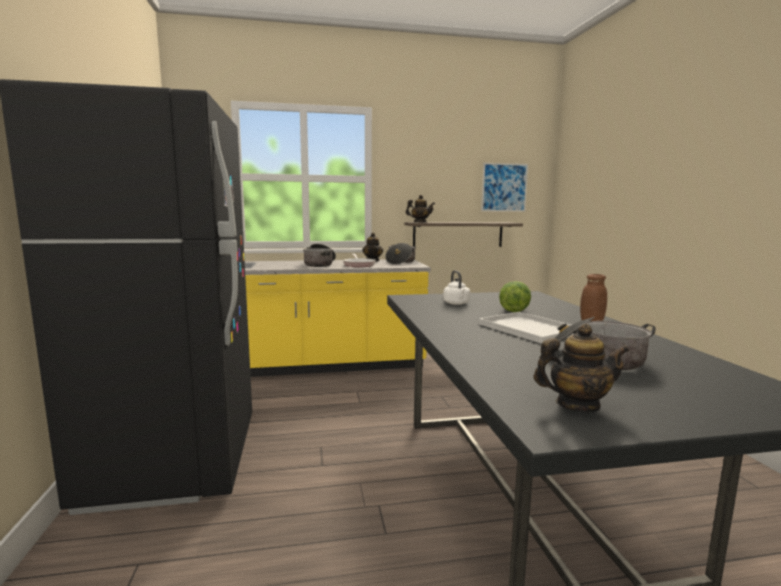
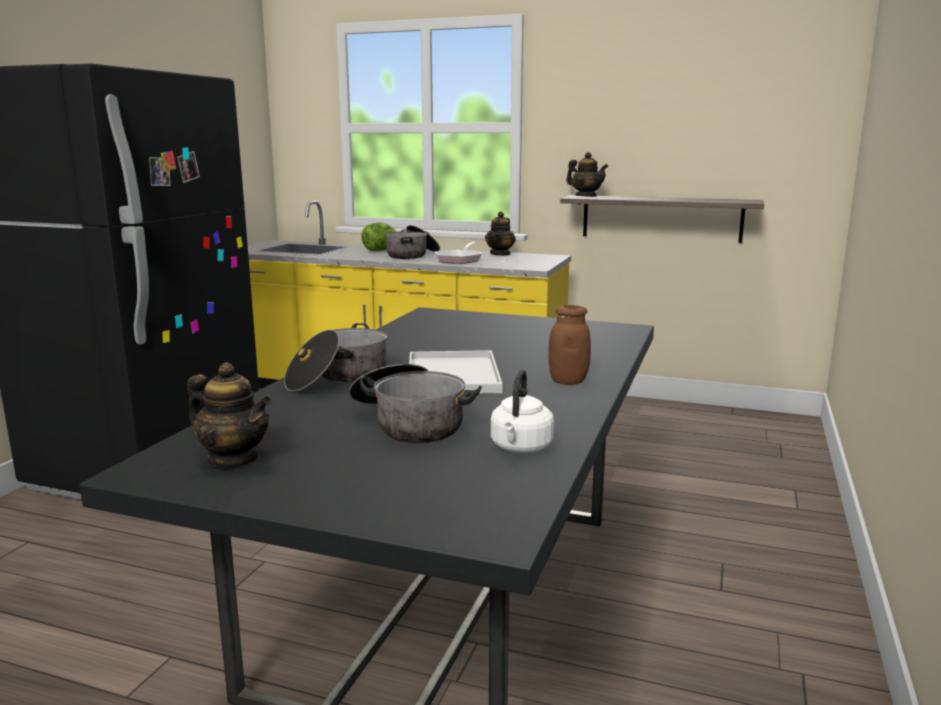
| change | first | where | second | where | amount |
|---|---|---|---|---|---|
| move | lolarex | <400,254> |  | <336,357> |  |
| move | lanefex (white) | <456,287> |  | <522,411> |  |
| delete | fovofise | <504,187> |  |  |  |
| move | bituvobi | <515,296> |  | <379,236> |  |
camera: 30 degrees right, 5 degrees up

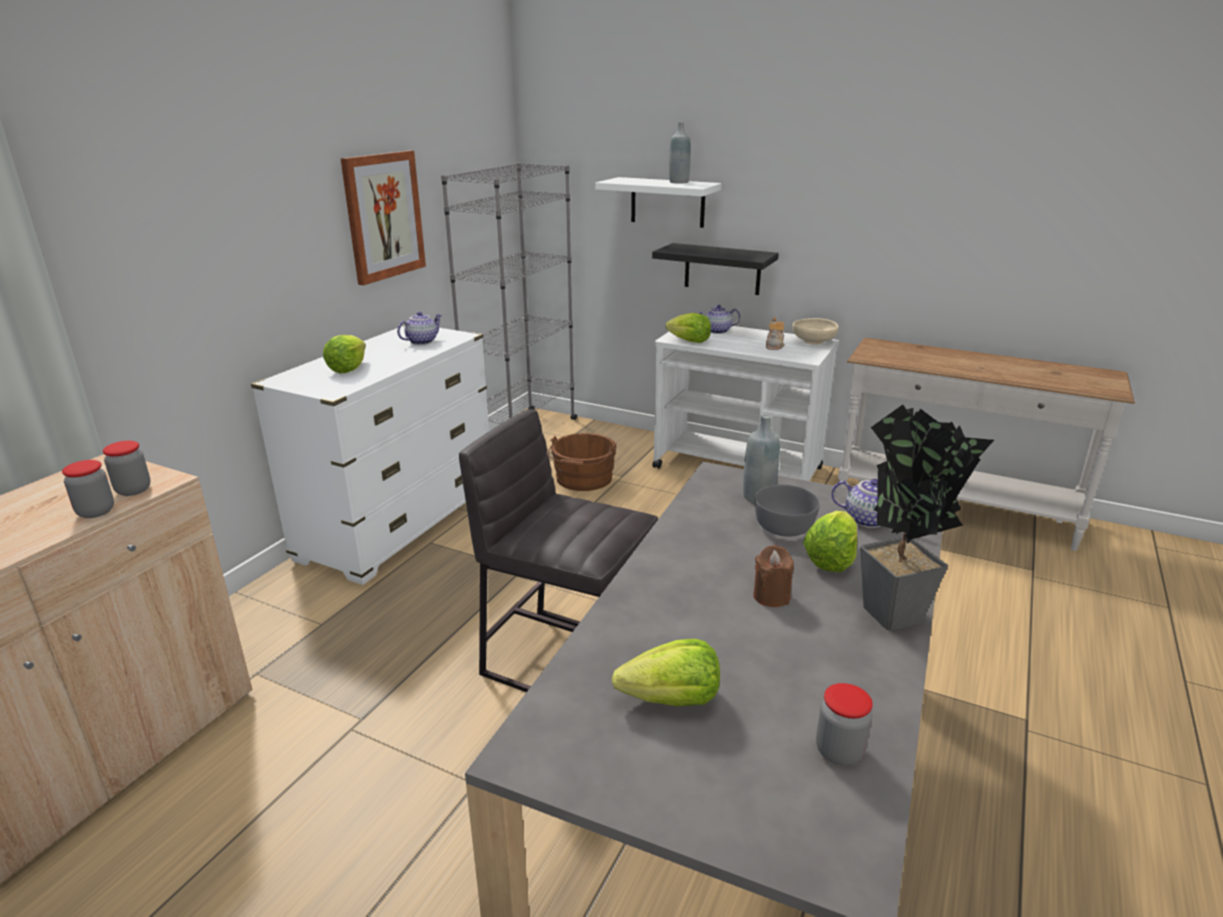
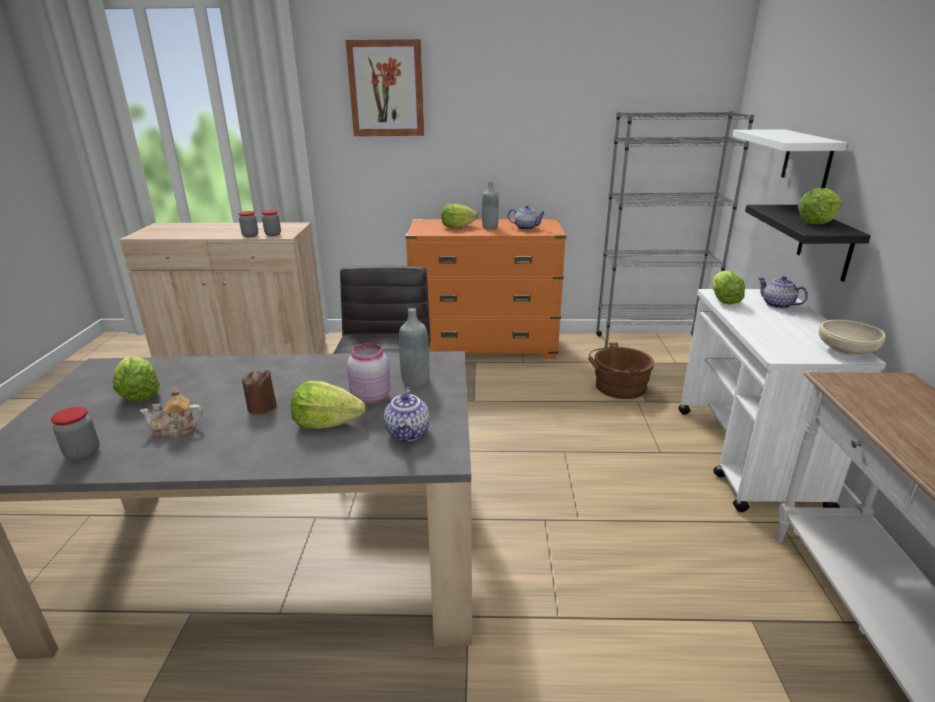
| change | first | where | second | where | amount |
|---|---|---|---|---|---|
| recolor | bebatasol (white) | <370,455> | bebatasol (orange) | <485,289> |  |
| move | fovofise | <383,218> |  | <385,87> |  |
| move | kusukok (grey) | <680,152> |  | <490,205> |  |
| replace | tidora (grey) | <787,511> | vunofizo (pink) | <369,373> |  |
| move | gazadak | <775,333> |  | <171,413> |  |
| delete | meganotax | <927,518> |  |  |  |
| insert |  |  | bituvobi | <820,206> |  |
camera: 65 degrees right, 0 degrees up

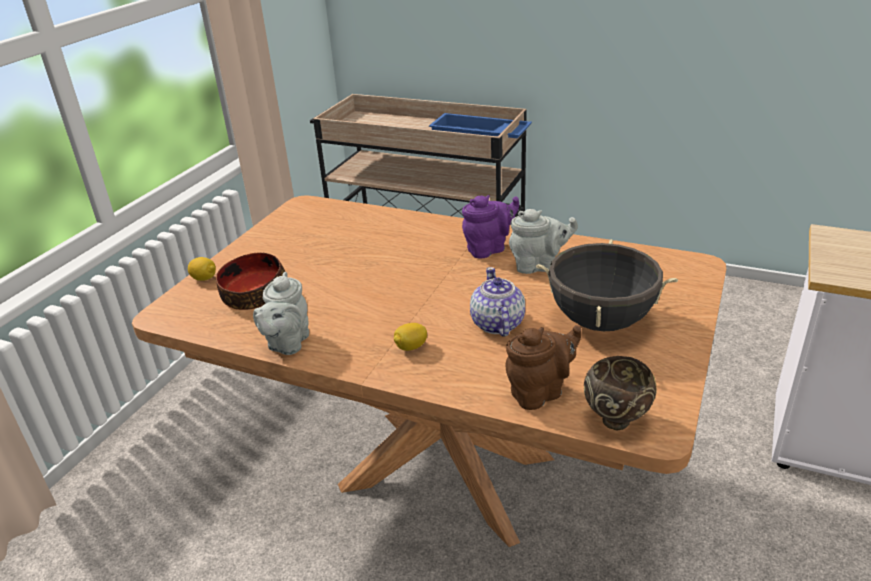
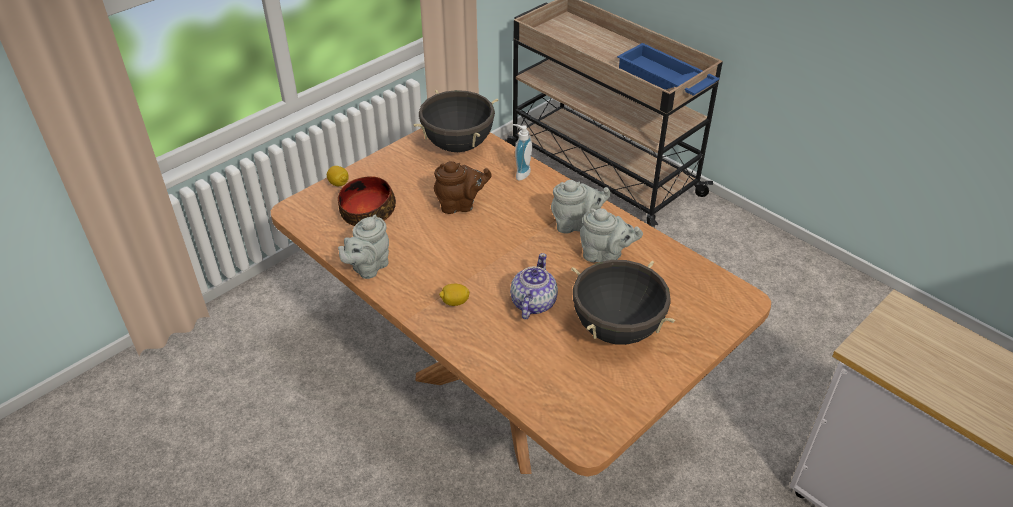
| change | first | where | second | where | amount |
|---|---|---|---|---|---|
| recolor | gazadak (purple) | <490,226> | gazadak (grey) | <581,206> |  |
| move | gazadak (brown) | <543,367> |  | <463,187> |  |
| delete | tidora (brown) | <620,393> |  |  |  |
| insert |  |  | lolarex (black) | <456,121> |  |
| insert |  |  | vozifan | <522,152> |  |
camera: 20 degrees right, 10 degrees up

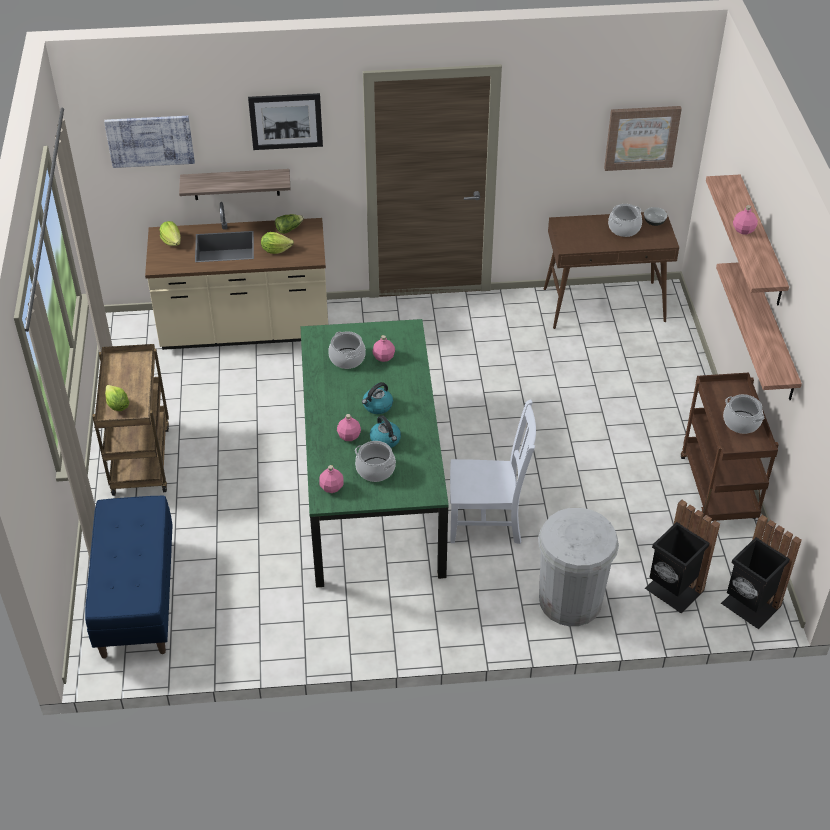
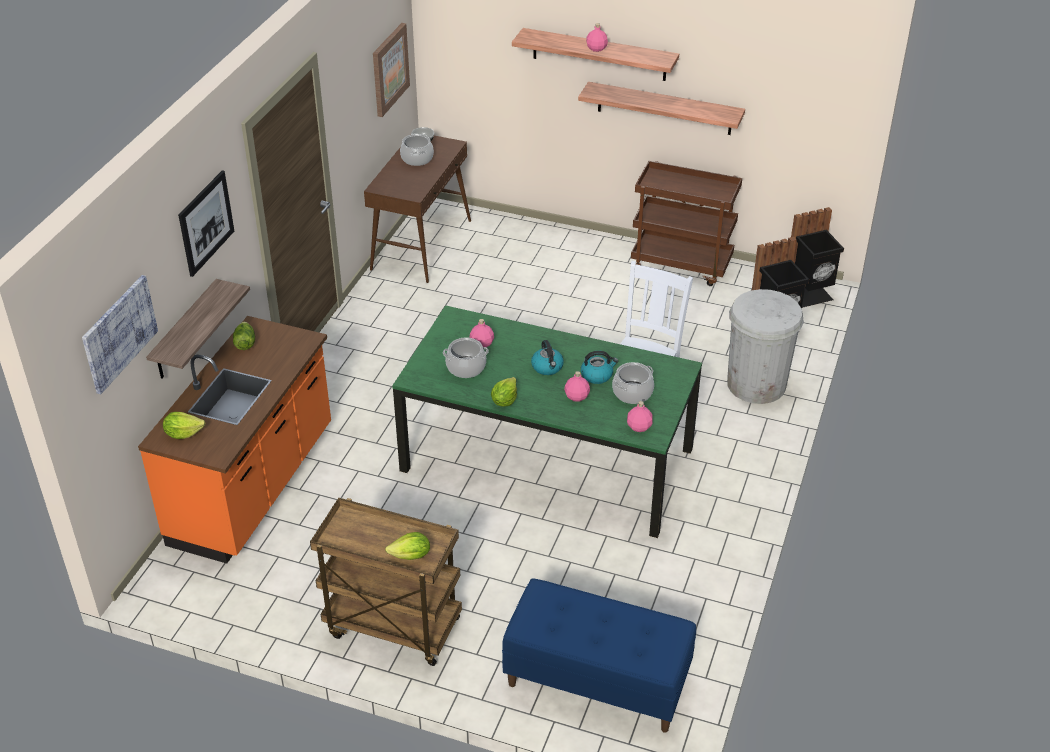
| change | first | where | second | where | amount |
|---|---|---|---|---|---|
| recolor | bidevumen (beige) | <236,276> | bidevumen (orange) | <234,440> |  |
| move | bituvobi | <277,243> |  | <504,392> |  |
| delete | lolarex | <743,414> |  |  |  |
camera: 65 degrees left, 5 degrees down

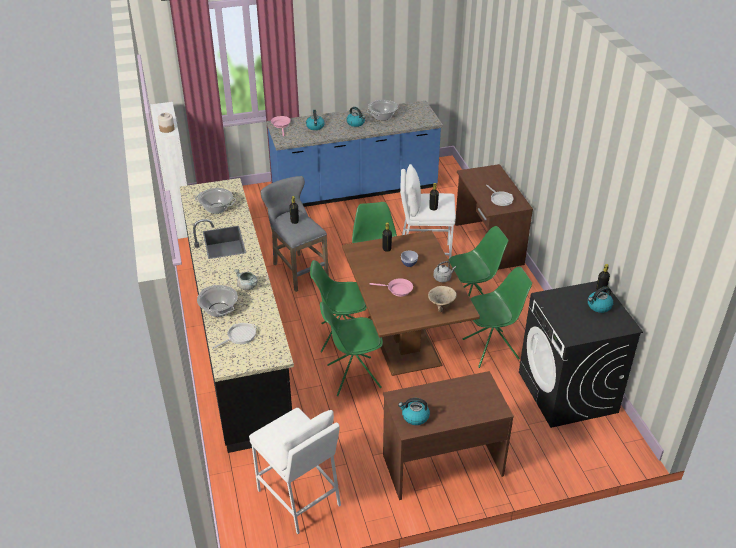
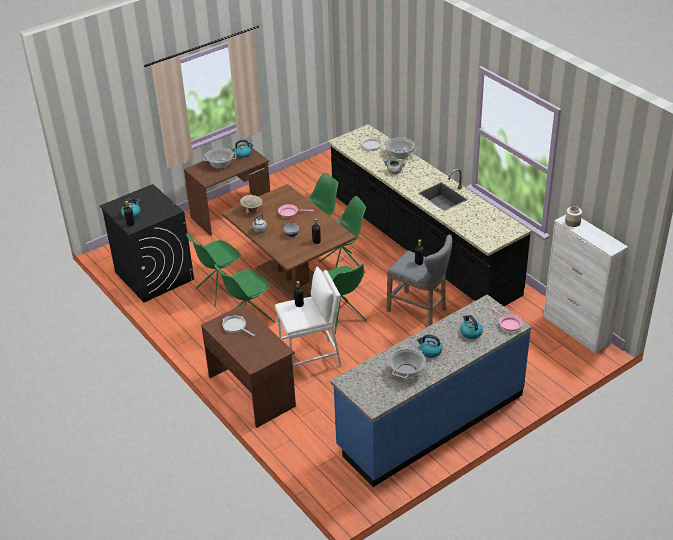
| change | first | where | second | where | amount |
|---|---|---|---|---|---|
| move | lolarex | <215,201> |  | <219,158> |  |
| delete | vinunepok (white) | <295,471> |  |  |  |
camera: 160 degrees right, 0 degrees up

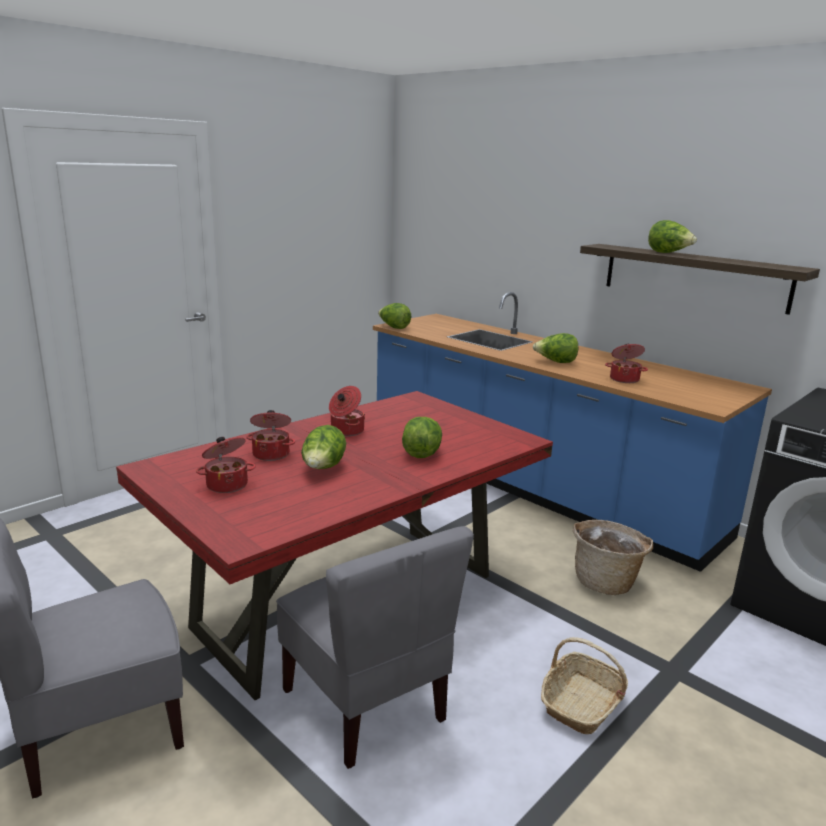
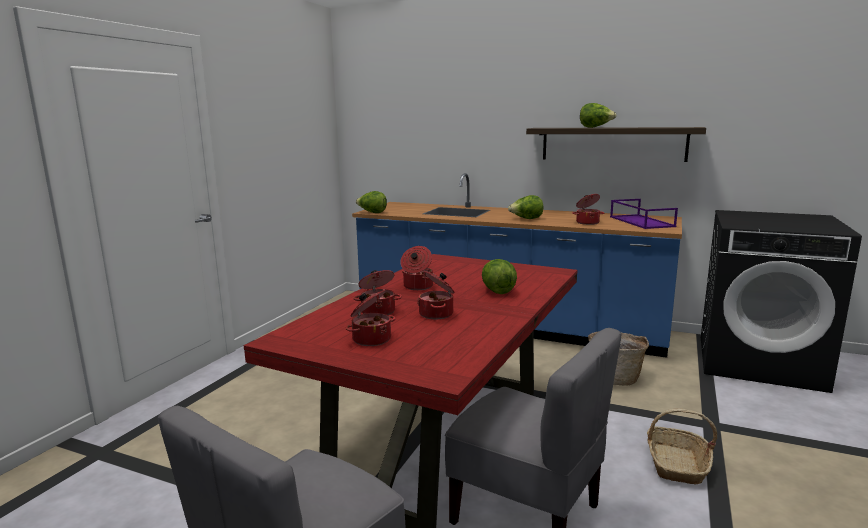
| change | first | where | second | where | amount |
|---|---|---|---|---|---|
| replace | bituvobi | <323,447> | lolarex | <436,295> |  |
| insert |  |  | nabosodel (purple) | <644,214> |  |
camera: 20 degrees left, 5 degrees down

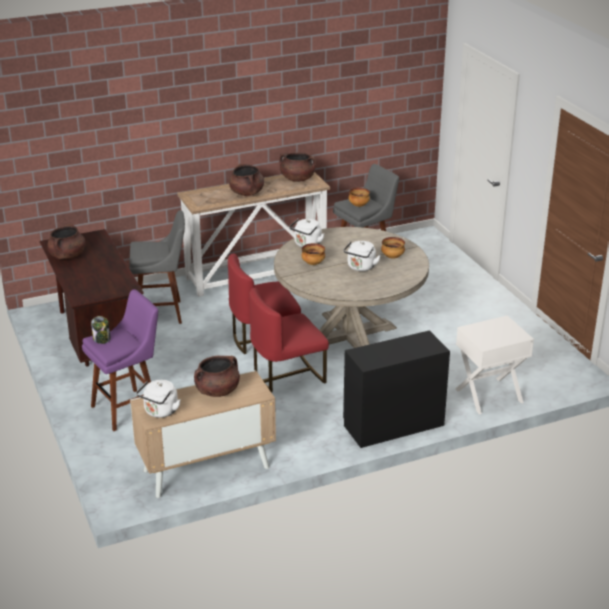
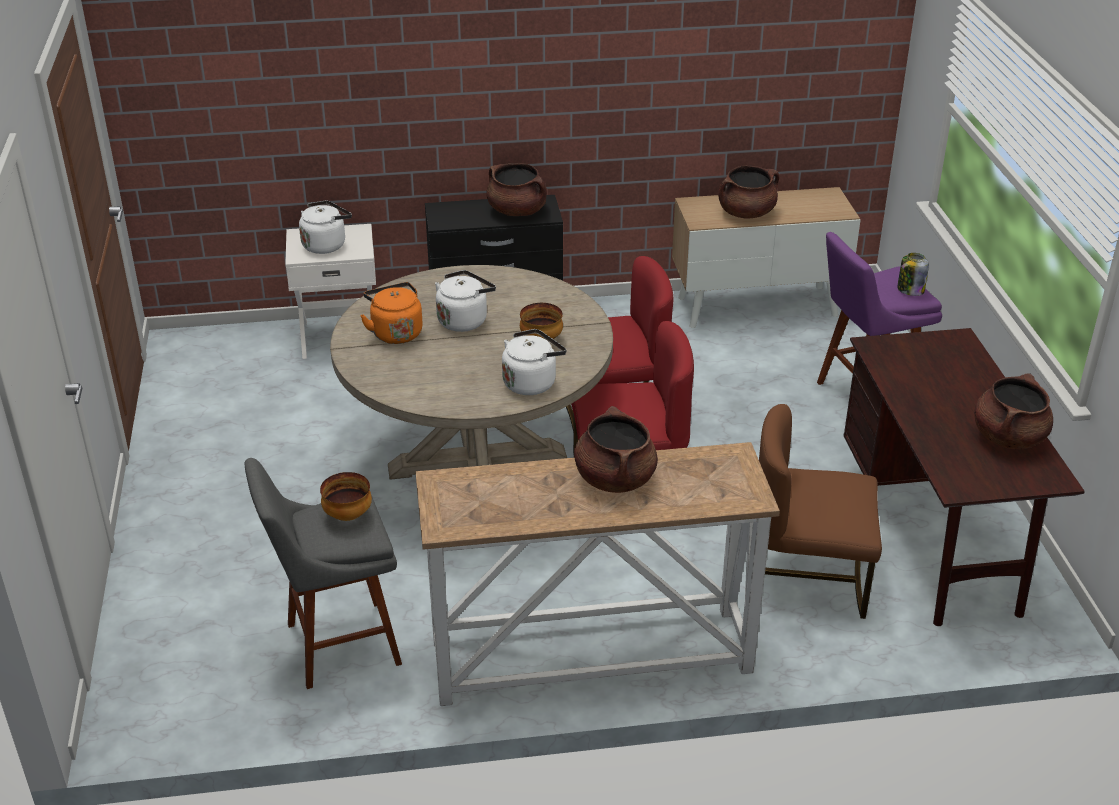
| change | first | where | second | where | amount |
|---|---|---|---|---|---|
| replace | vinunepok (grey) | <157,267> | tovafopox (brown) | <820,511> |  |
| move | lanefex (white) | <158,399> |  | <325,227> |  |
| move | lolarex (brown) | <297,167> |  | <516,189> |  |
| replace | tidora | <393,248> | lanefex (orange) | <391,313> |  |
camera: 165 degrees left, 5 degrees up

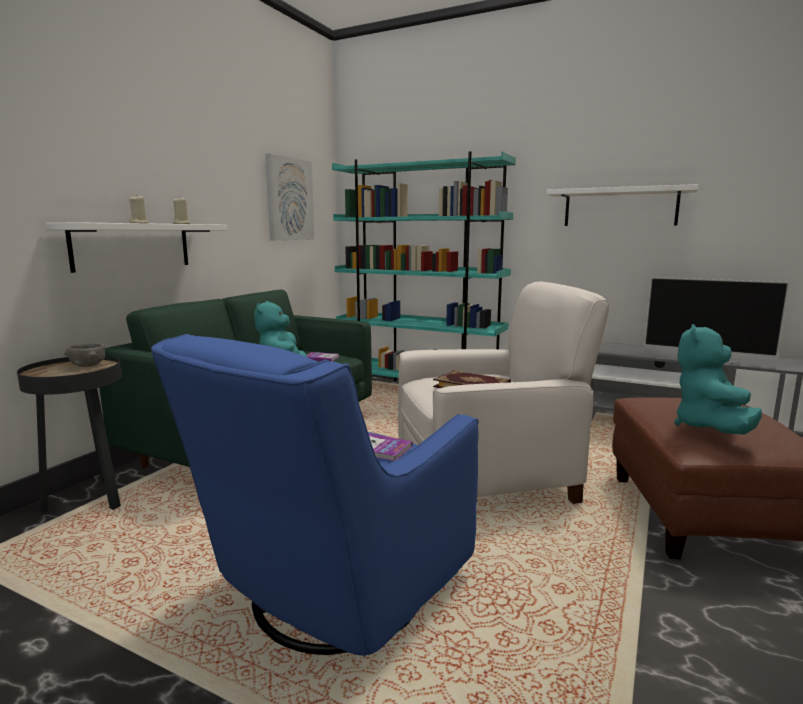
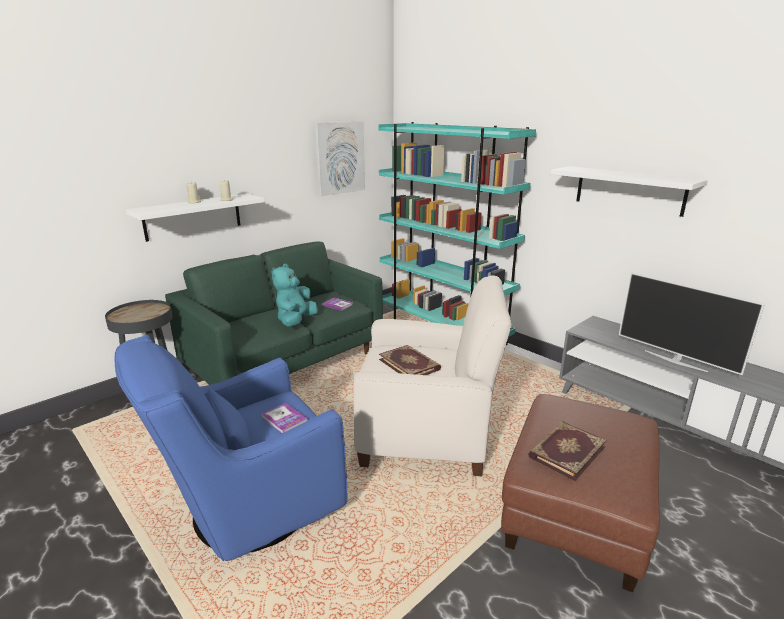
| change | first | where | second | where | amount |
|---|---|---|---|---|---|
| delete | tidora (grey) | <84,355> |  |  |  |
| replace | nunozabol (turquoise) | <718,379> | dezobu | <567,451> |  |
camera: 20 degrees right, 10 degrees up

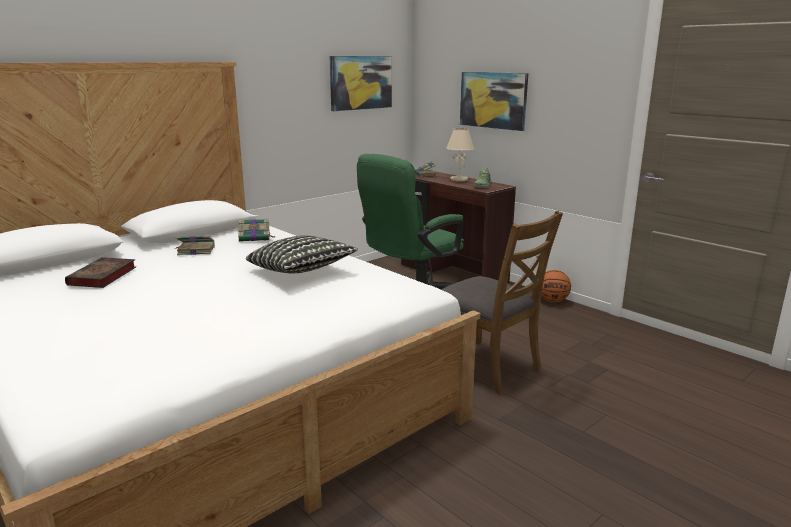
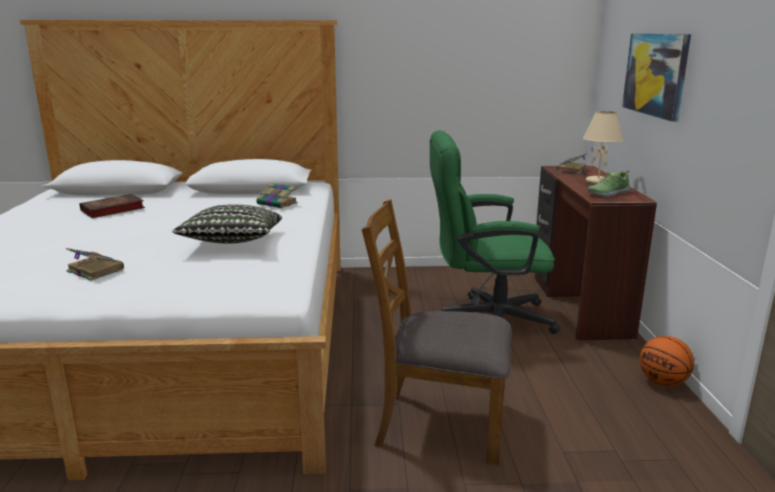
| change | first | where | second | where | amount |
|---|---|---|---|---|---|
| move | dezobu | <195,245> |  | <95,264> |  |
| delete | fovofise | <360,83> |  |  |  |
| rotate | tovafopox (brown) | <502,302> |  | <437,332> | 105 degrees clockwise |
camera: 40 degrees right, 0 degrees up

